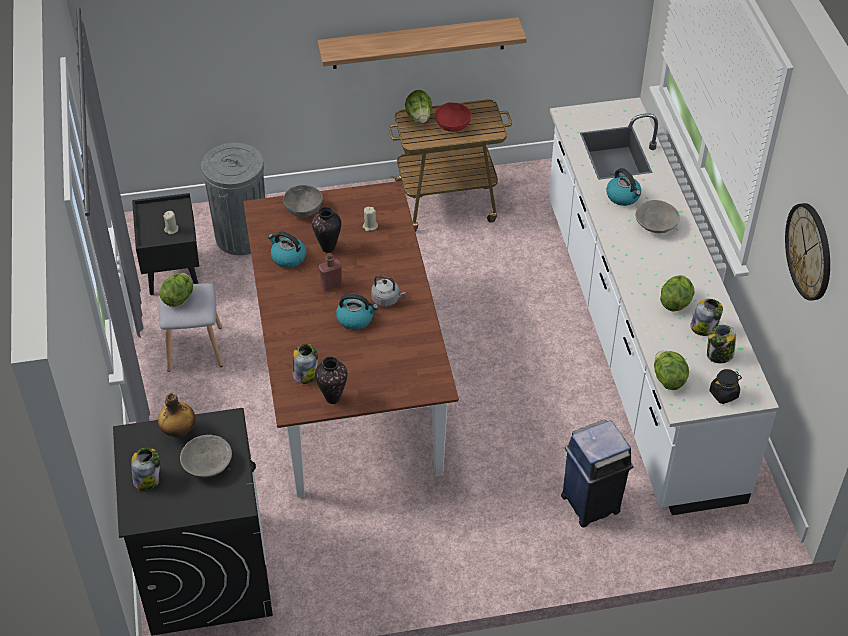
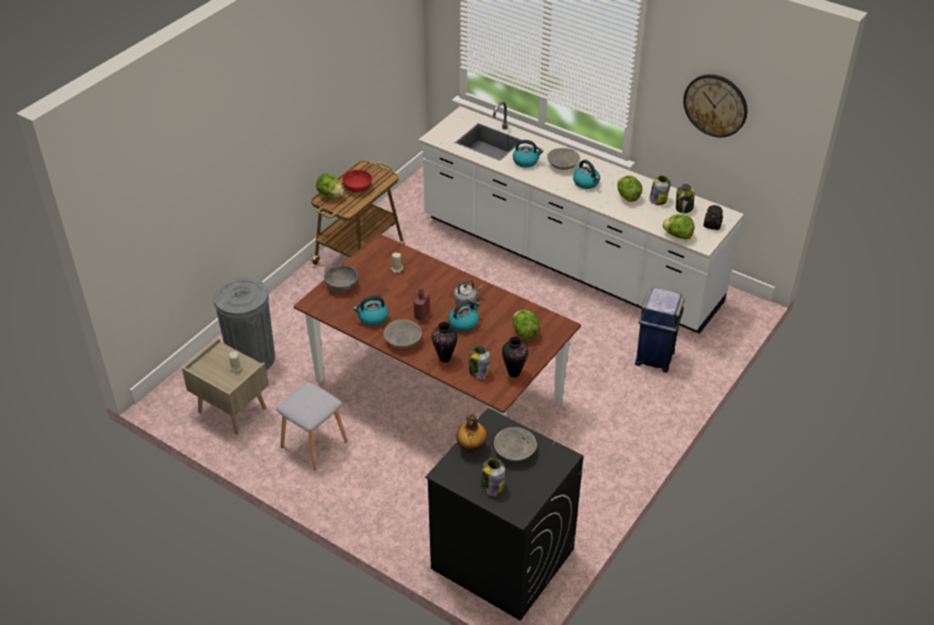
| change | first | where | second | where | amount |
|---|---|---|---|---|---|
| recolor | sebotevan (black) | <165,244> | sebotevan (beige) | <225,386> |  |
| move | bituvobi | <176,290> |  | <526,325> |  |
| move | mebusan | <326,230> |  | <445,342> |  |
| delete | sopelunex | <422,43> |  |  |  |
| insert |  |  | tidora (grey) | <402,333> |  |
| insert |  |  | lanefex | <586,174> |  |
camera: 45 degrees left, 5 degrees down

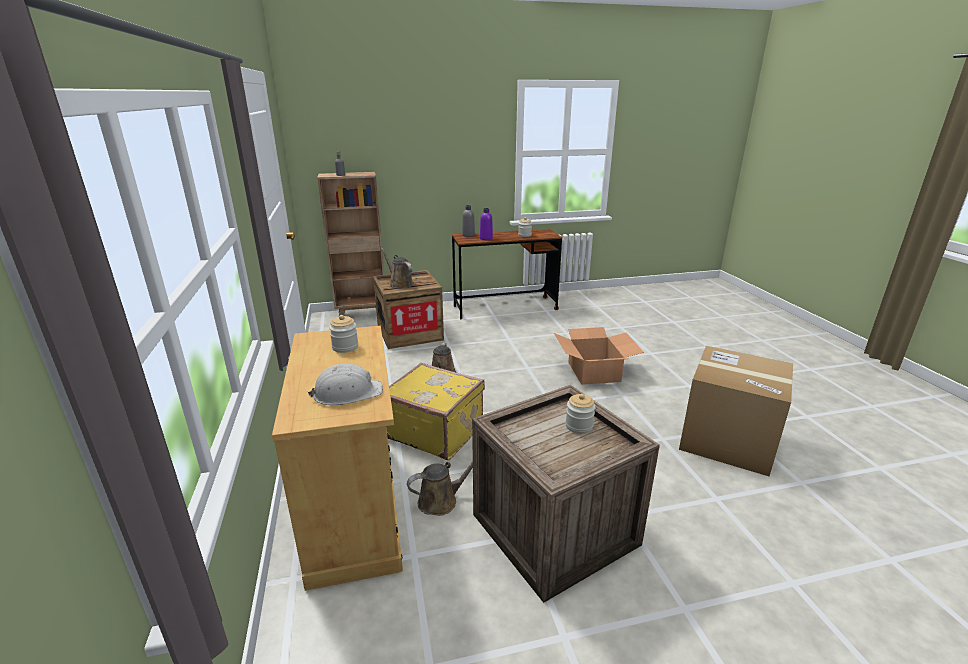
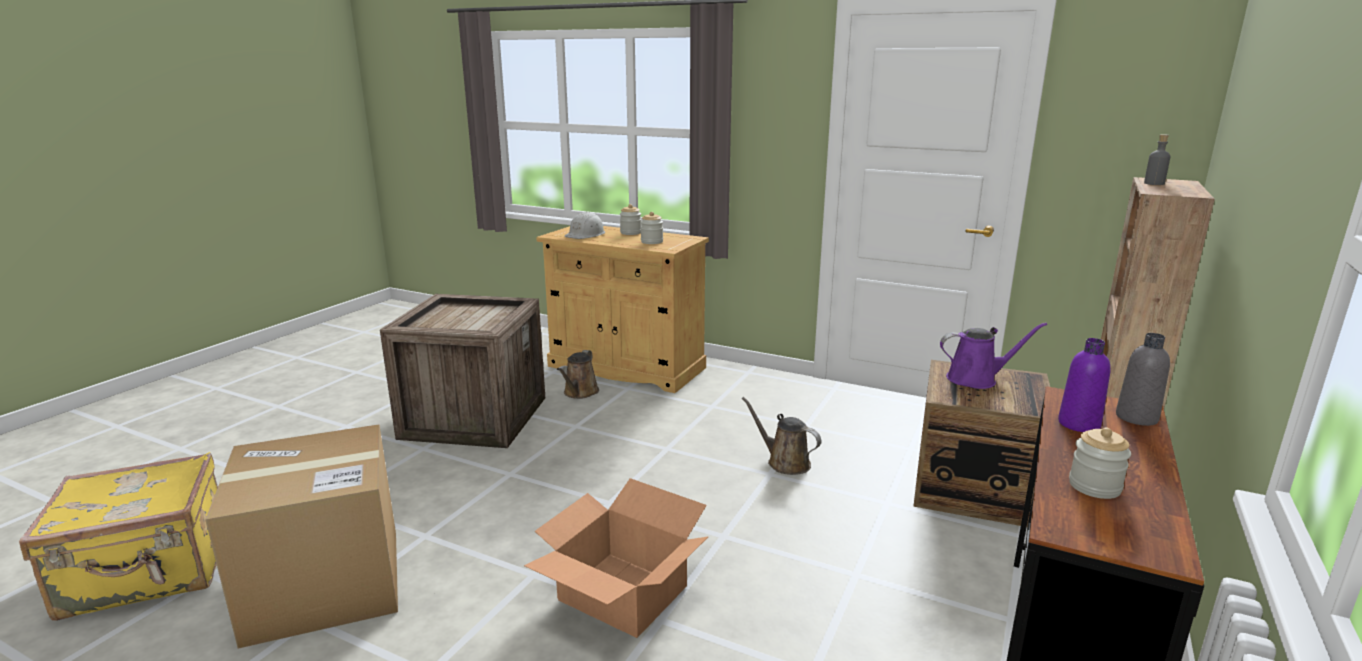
| change | first | where | second | where | amount |
|---|---|---|---|---|---|
| recolor | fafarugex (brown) | <397,268> | fafarugex (purple) | <993,355> |  |
| move | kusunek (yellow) | <436,411> |  | <118,536> |  |
| move | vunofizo | <580,414> |  | <630,219> |  |
camera: 130 degrees right, 5 degrees down

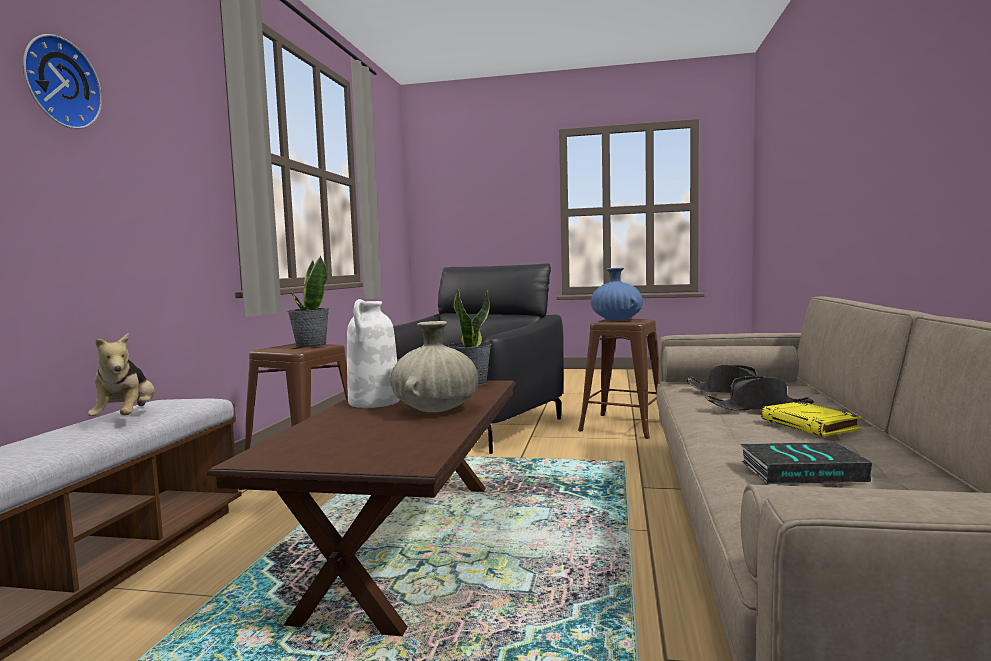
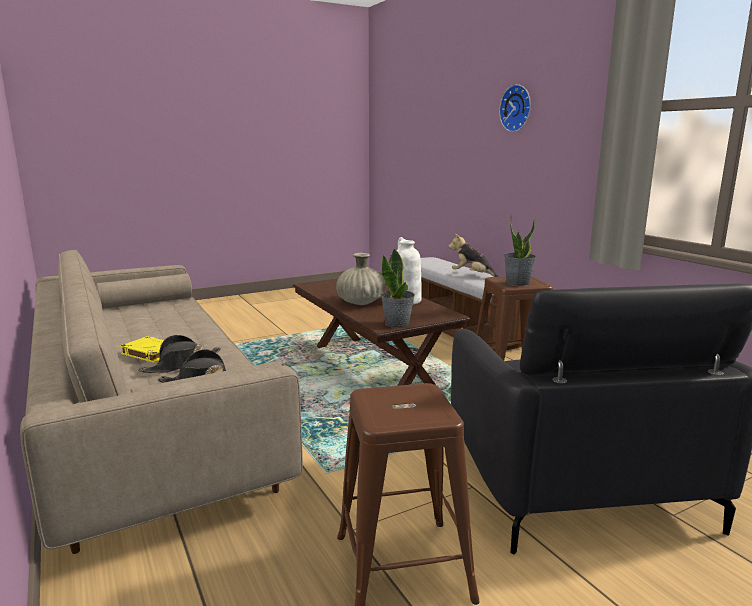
| change | first | where | second | where | amount |
|---|---|---|---|---|---|
| delete | mebusan (blue) | <617,294> |  |  |  |
| delete | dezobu | <806,463> |  |  |  |
camera: 140 degrees right, 10 degrees up

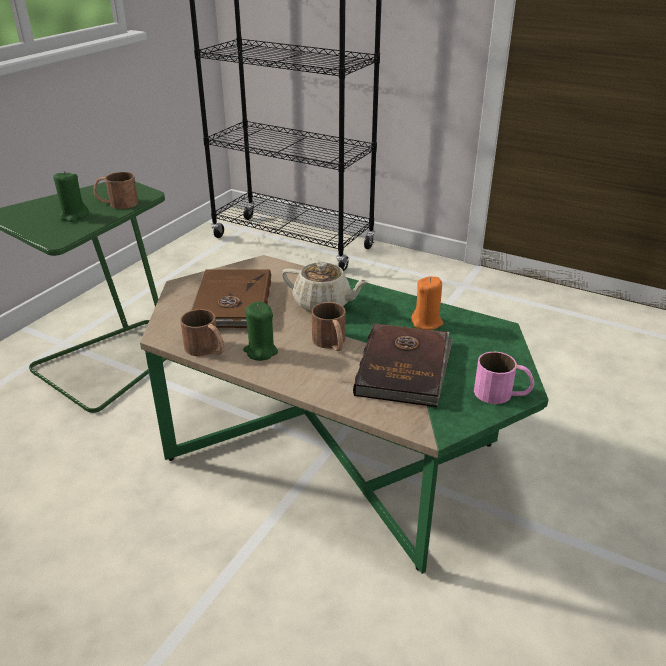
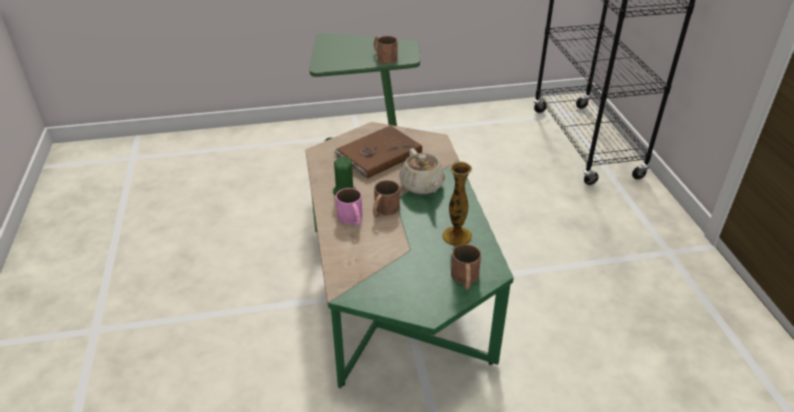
| change | first | where | second | where | amount |
|---|---|---|---|---|---|
| delete | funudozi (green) | <71,196> |  |  |  |
| move | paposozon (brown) | <202,332> |  | <466,266> |  |
| delete | dezobu (brown) | <403,365> |  |  |  |
| replace | funudozi (orange) | <427,303> | mebusan | <457,204> |  |
| move | paposozon (pink) | <504,378> |  | <349,207> |  |
camera: 50 degrees right, 5 degrees up

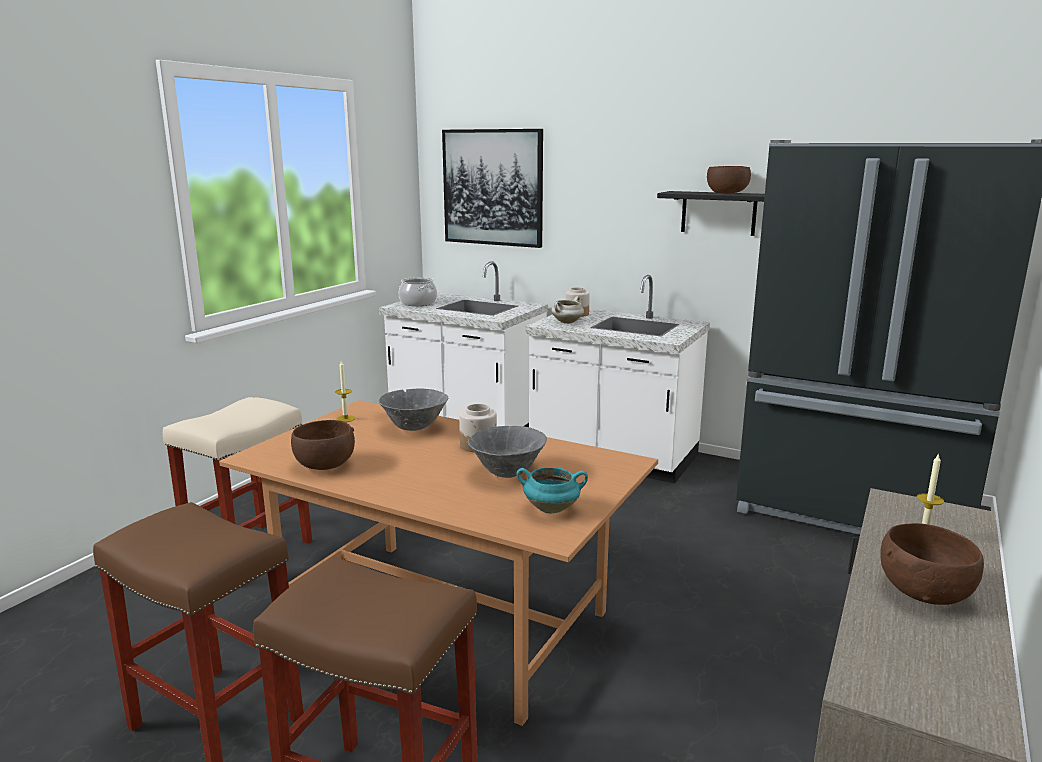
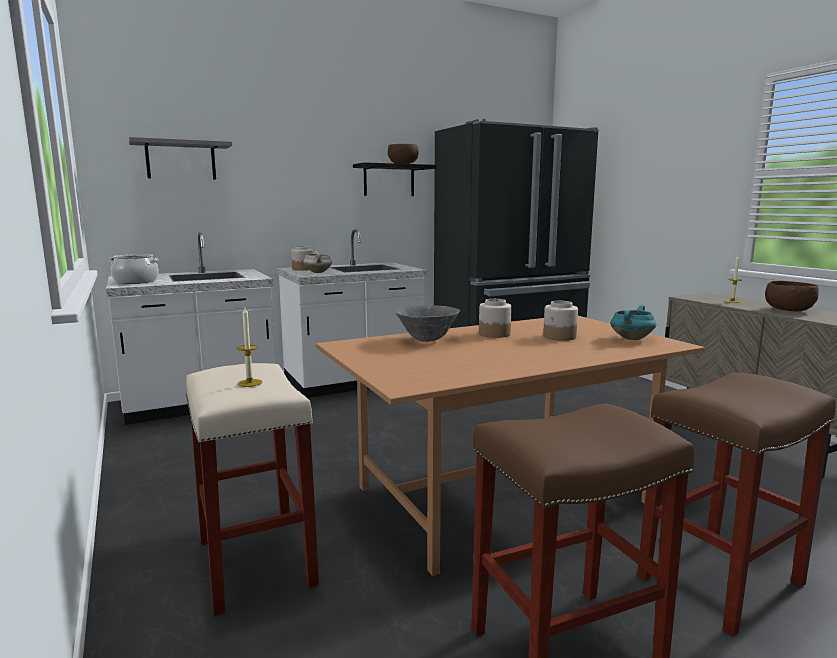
| change | first | where | second | where | amount |
|---|---|---|---|---|---|
| delete | tidora (brown) | <323,445> |  |  |  |
| move | funudozi | <345,391> |  | <249,347> |  |
| replace | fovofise | <492,188> | sopelunex (grey) | <180,158> |  |
| replace | tidora (grey) | <507,452> | vunofizo | <560,321> |  |
camera: 55 degrees left, 5 degrees down

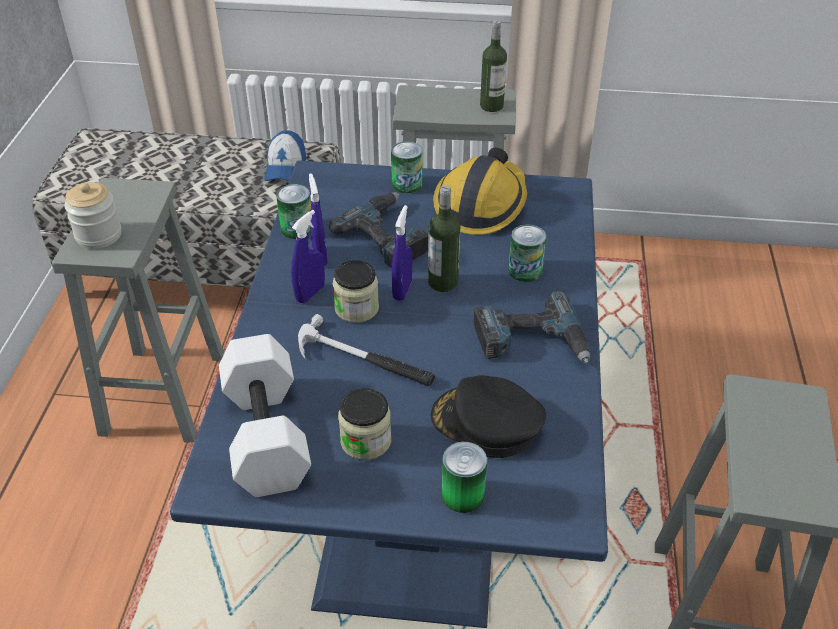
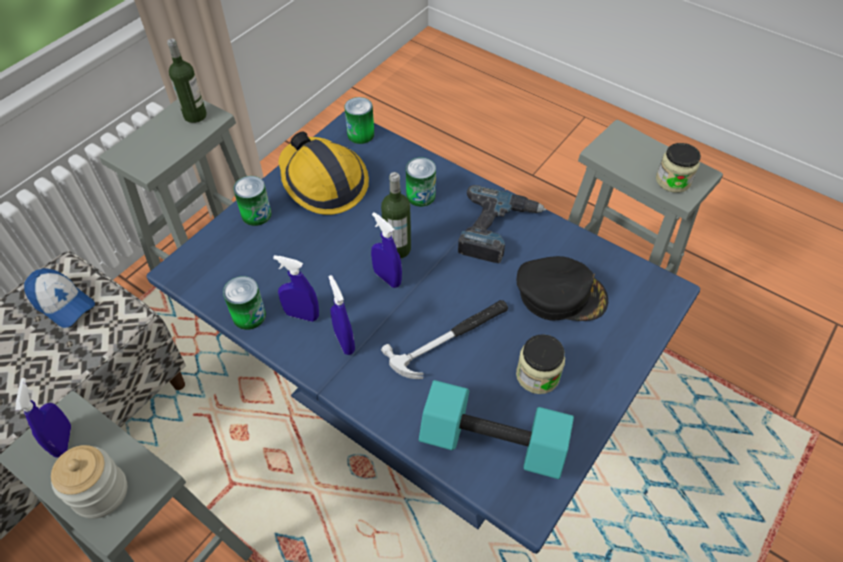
| change | first | where | second | where | amount |
|---|---|---|---|---|---|
| recolor | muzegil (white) | <265,415> | muzegil (turquoise) | <496,429> |  |
| delete | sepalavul | <379,230> |  |  |  |
| move | vunofizo | <356,291> |  | <678,168> |  |
| rotate | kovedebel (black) | <488,416> |  | <562,288> | 135 degrees counterclockwise |
| move | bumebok | <464,477> |  | <359,120> |  |
| insert |  |  | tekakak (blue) | <43,418> |  |
camera: 60 degrees left, 10 degrees up

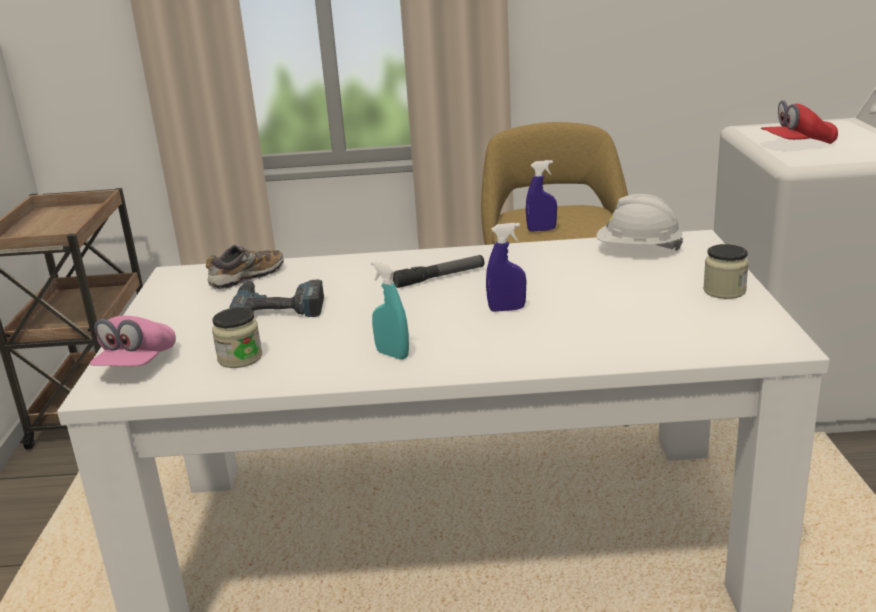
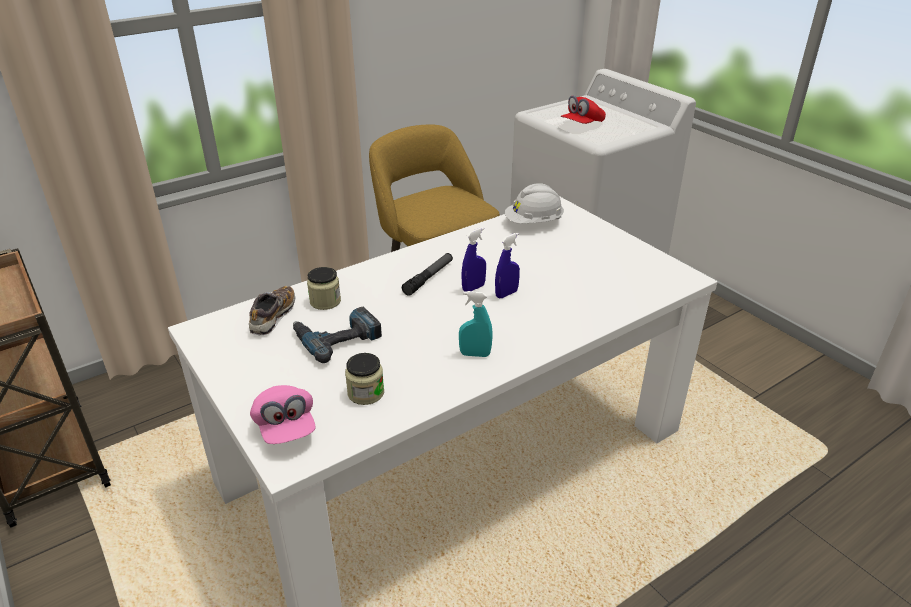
| change | first | where | second | where | amount |
|---|---|---|---|---|---|
| move | tekakak (blue) | <541,196> |  | <473,259> |  |
| move | vunofizo | <726,271> |  | <324,288> |  |
camera: 35 degrees left, 10 degrees up

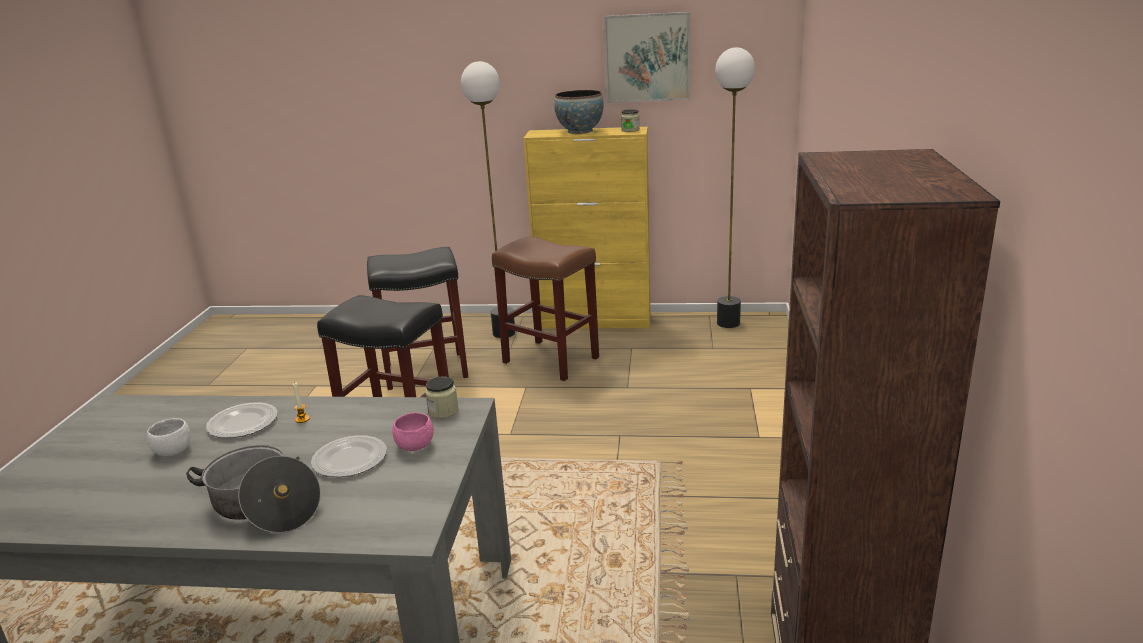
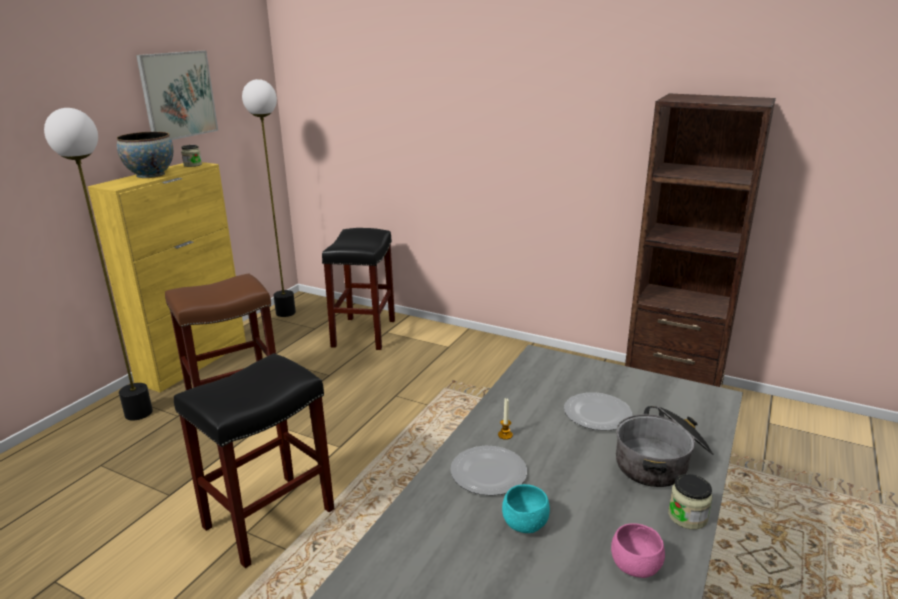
| change | first | where | second | where | amount |
|---|---|---|---|---|---|
| recolor | tidora (white) | <168,437> | tidora (turquoise) | <526,508> |  |
| move | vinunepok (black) | <417,318> |  | <358,289> |  |
| move | tidora (pink) | <413,432> |  | <638,550> |  |
| move | vunofizo | <441,397> |  | <690,502> |  |
camera: 70 degrees left, 0 degrees up

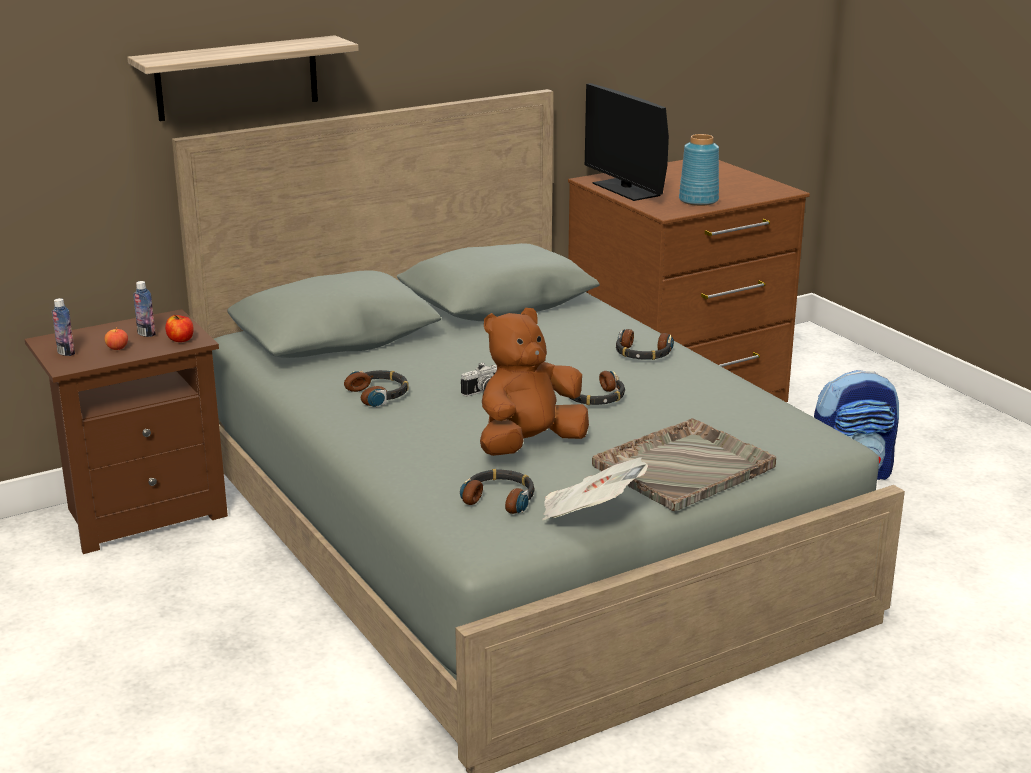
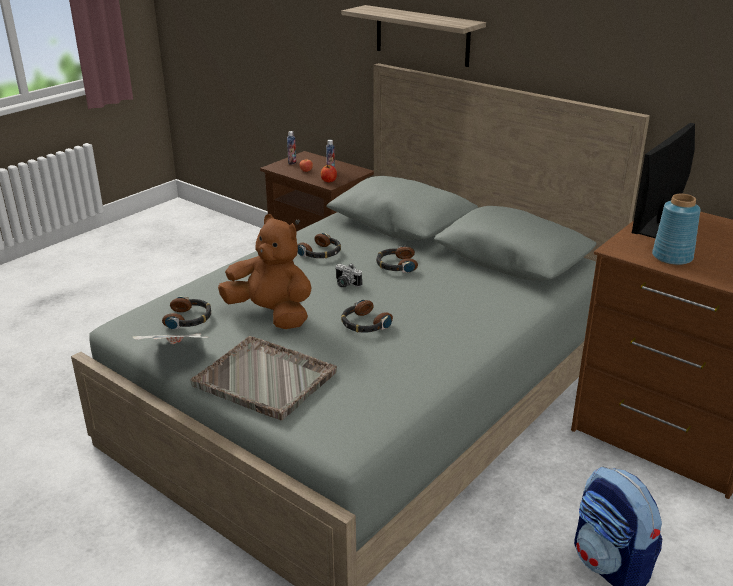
| change | first | where | second | where | amount |
|---|---|---|---|---|---|
| move | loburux | <645,344> |  | <397,259> |  |
camera: 70 degrees right, 5 degrees up

